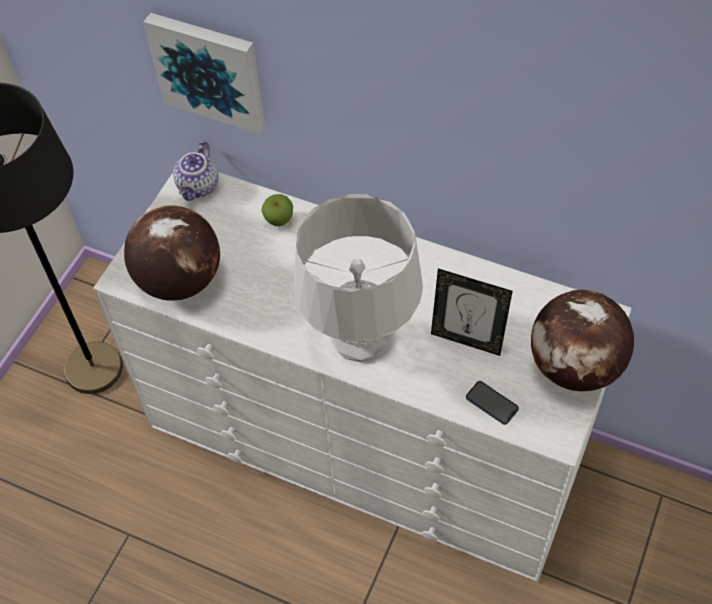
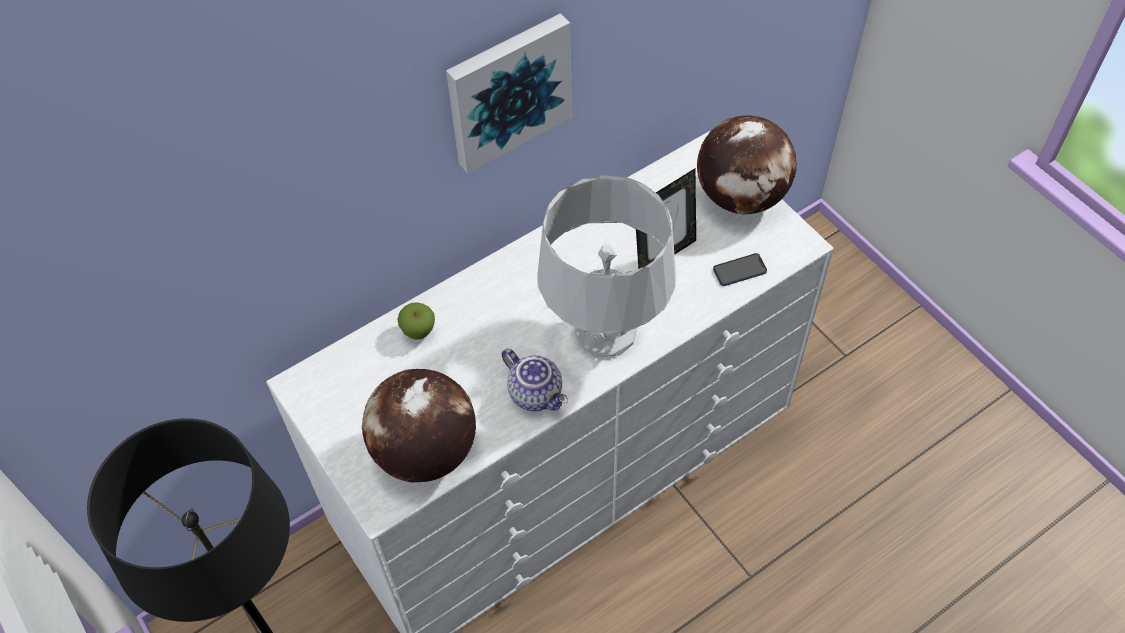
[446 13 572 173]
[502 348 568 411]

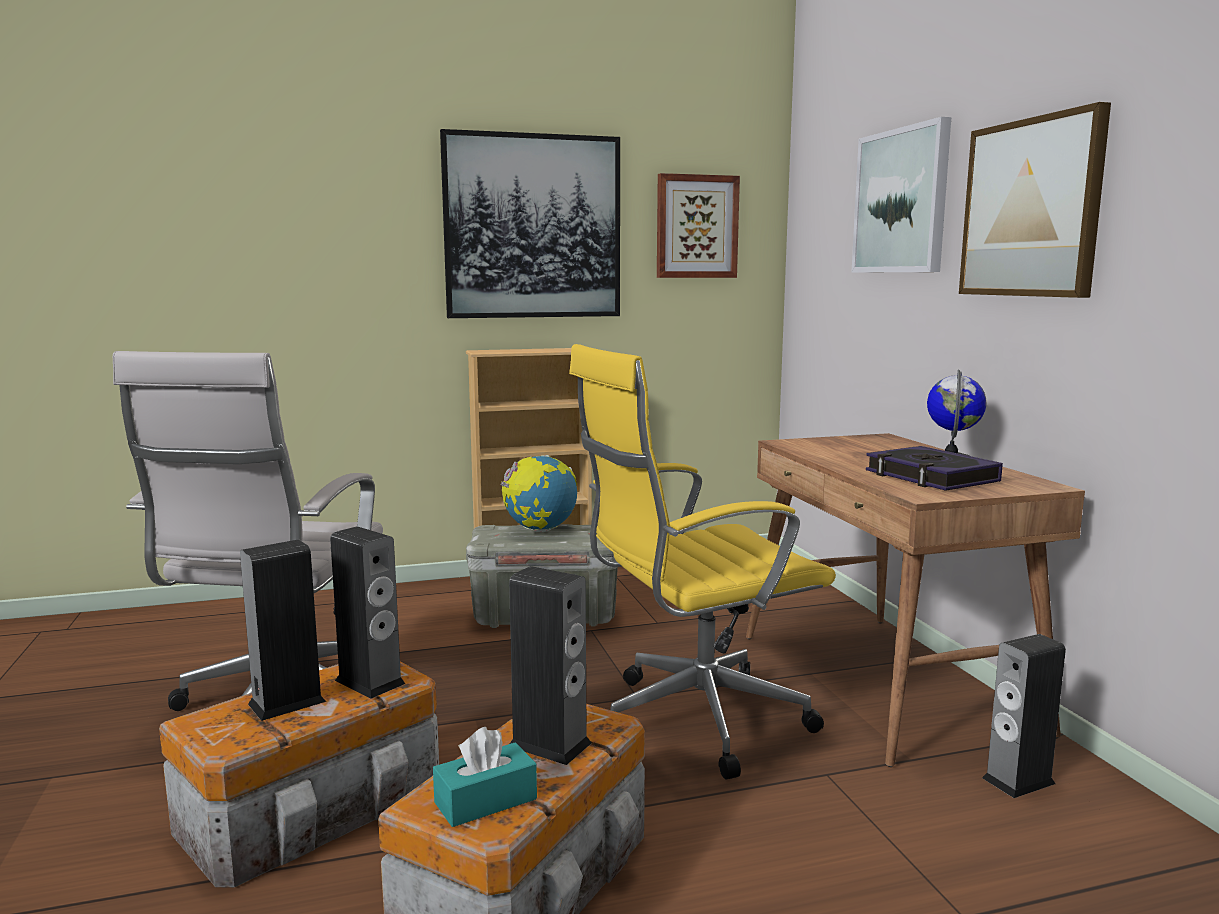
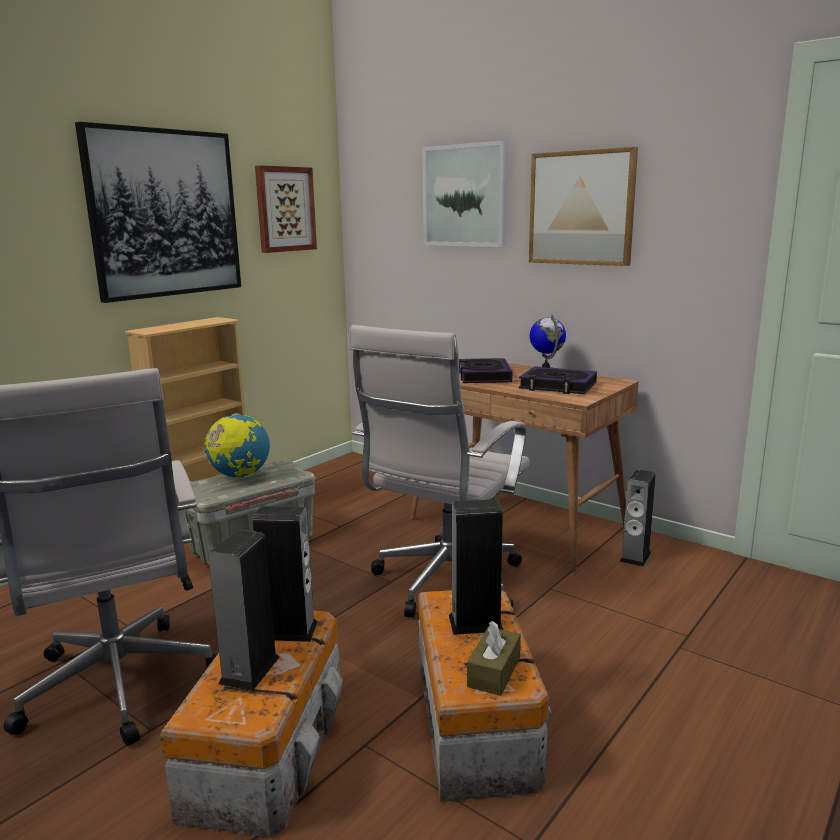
[349 325 530 618]
[459 358 512 383]
[467 621 521 696]

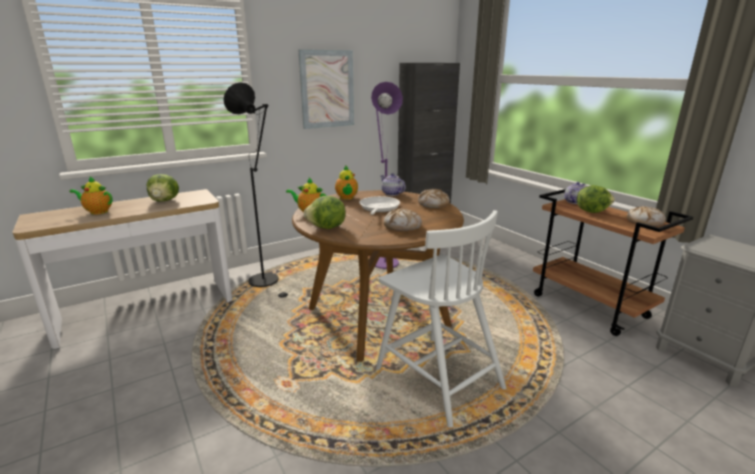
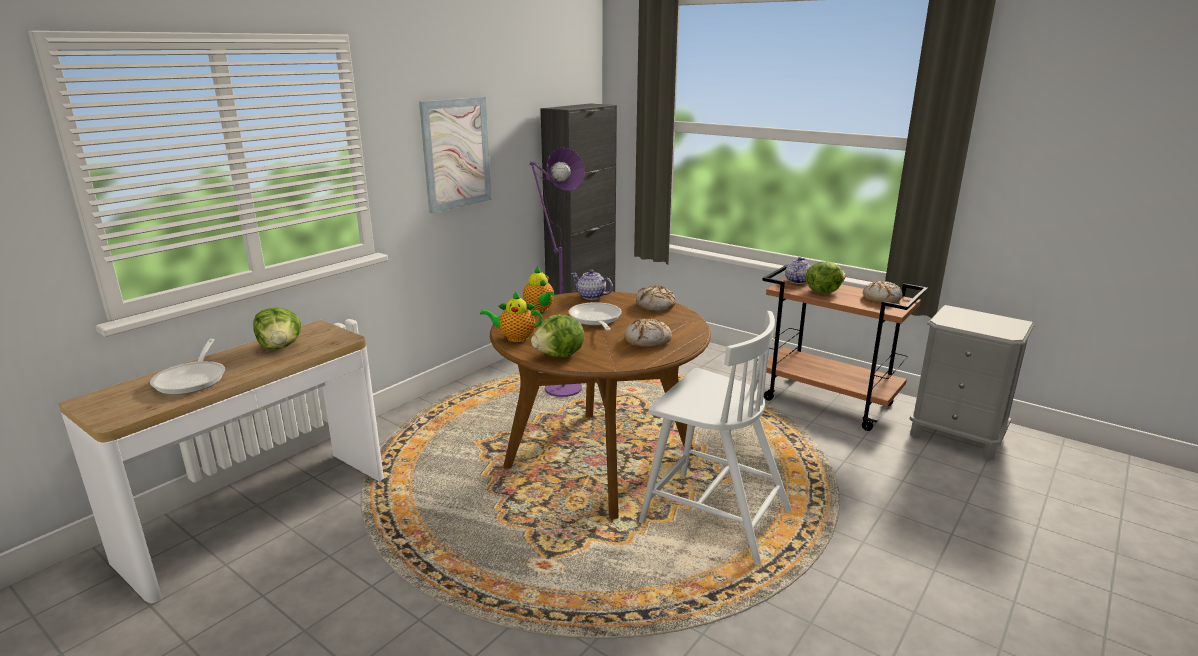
[150 339 225 395]
[223 82 288 298] (first image)

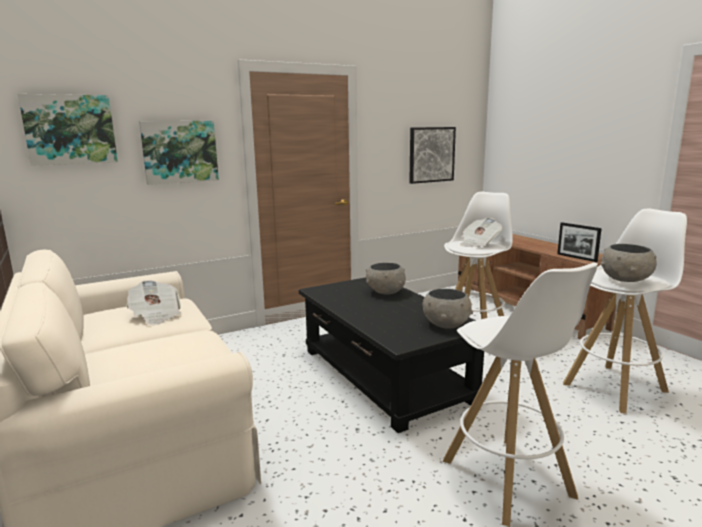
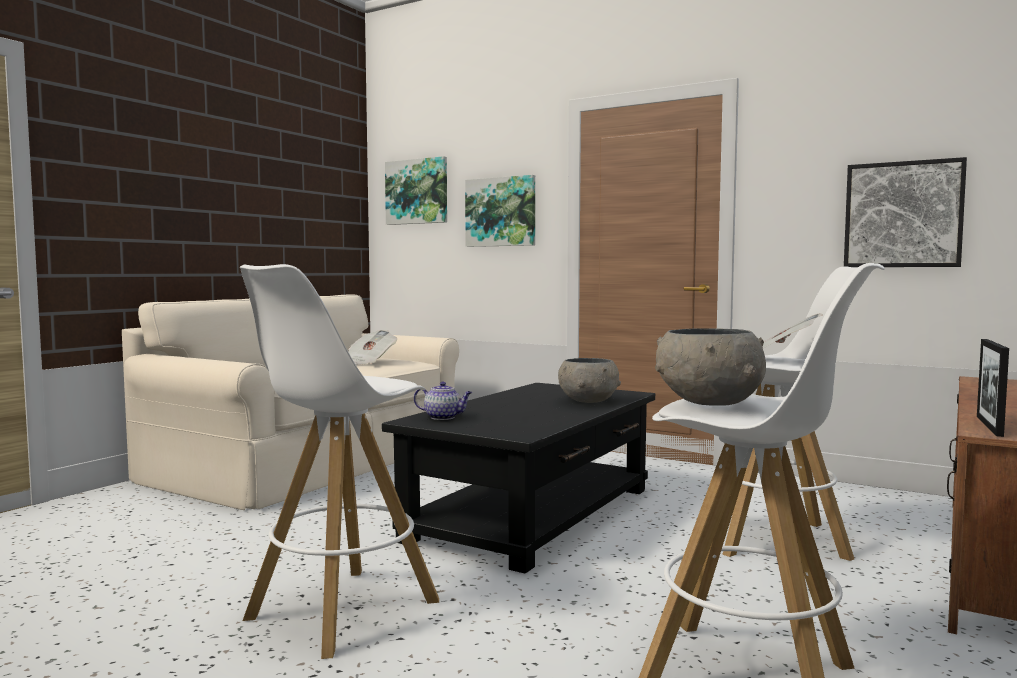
[414 382 472 420]
[423 289 473 329] (first image)

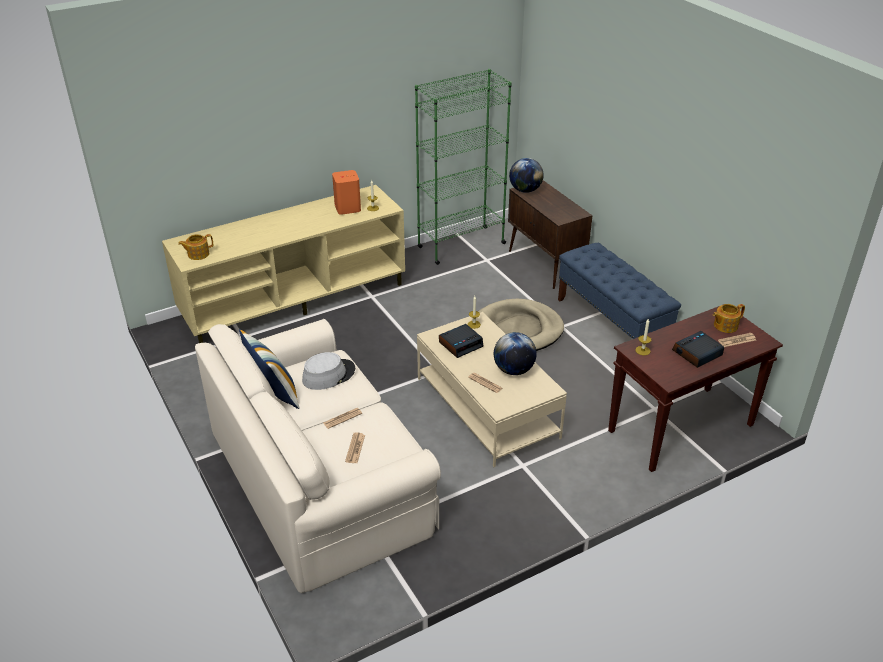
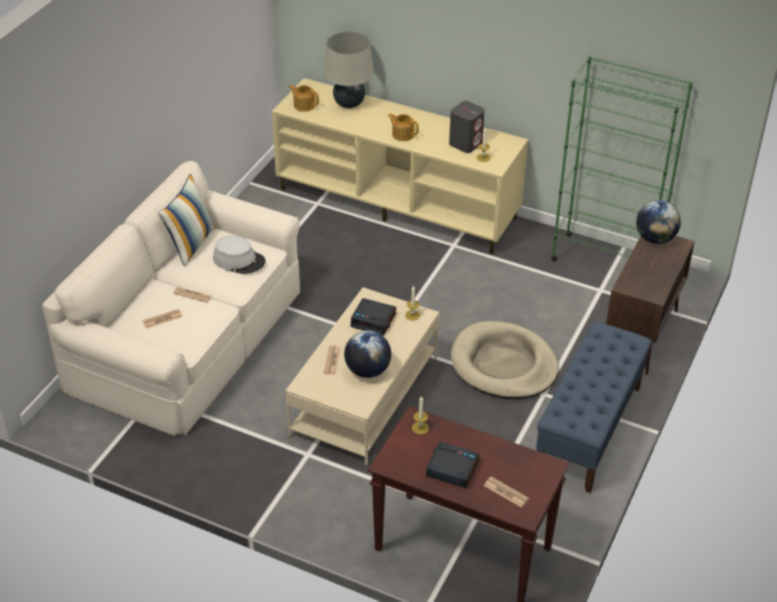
[324 31 374 108]
[387 113 419 141]
[449 101 485 153]

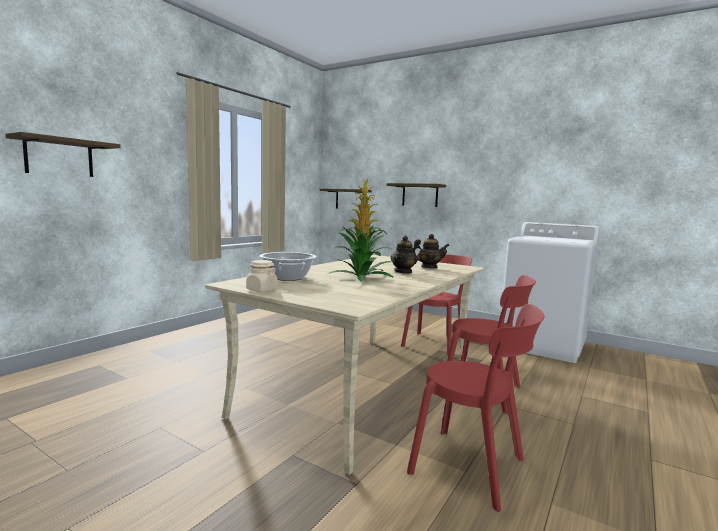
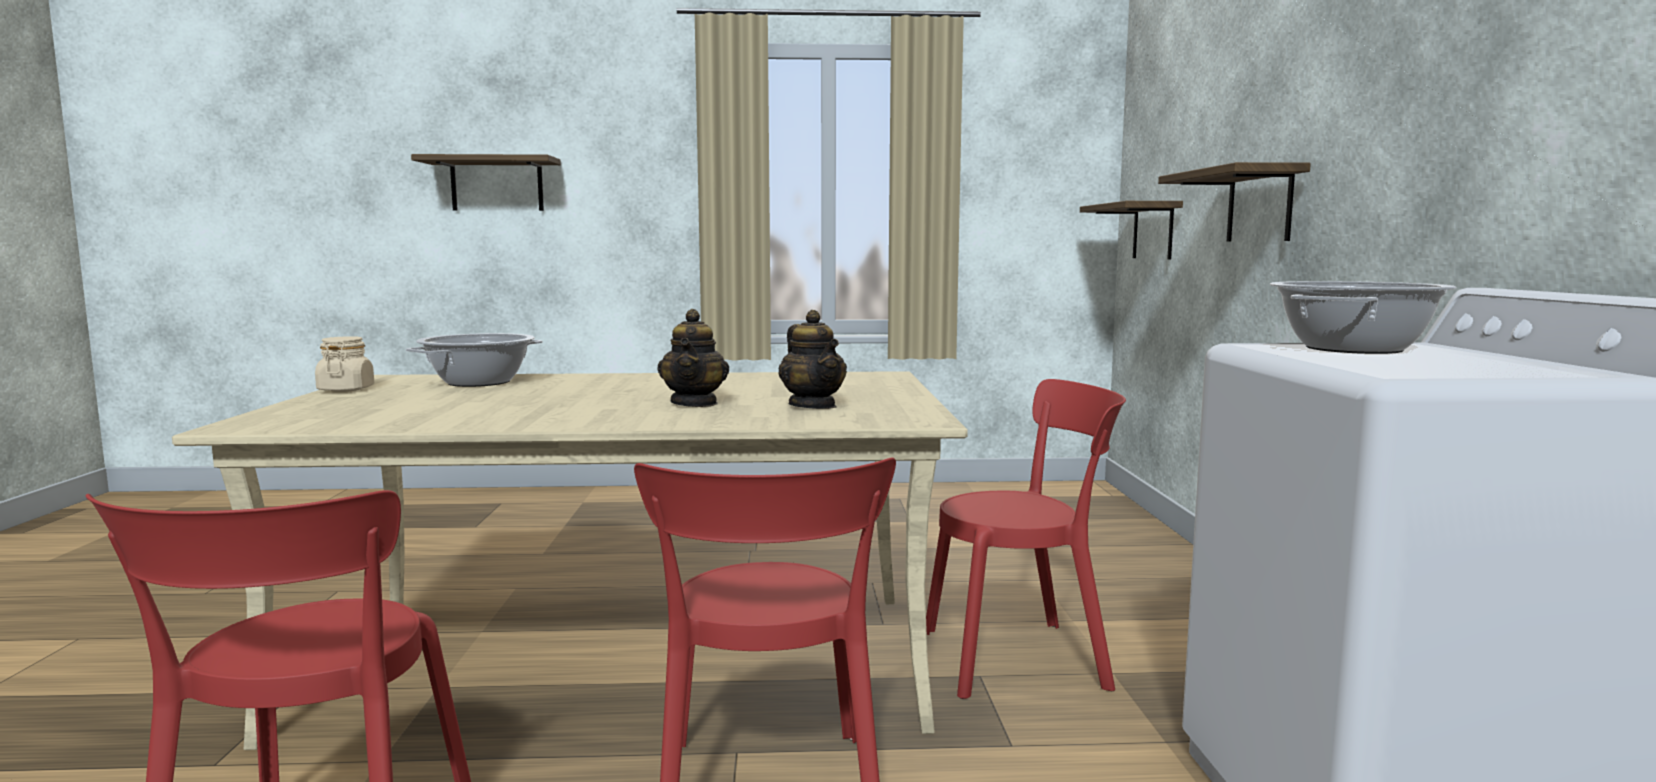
[657 309 729 407]
[1270 281 1457 354]
[328 179 394 282] (first image)

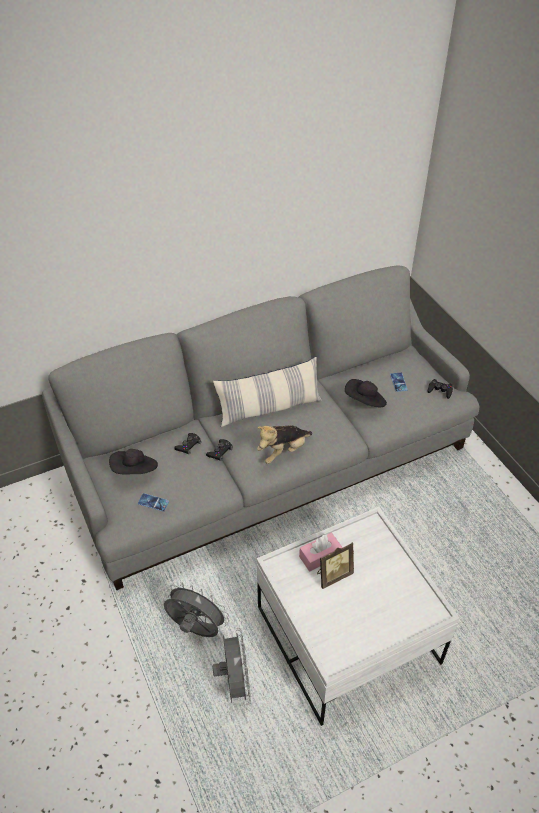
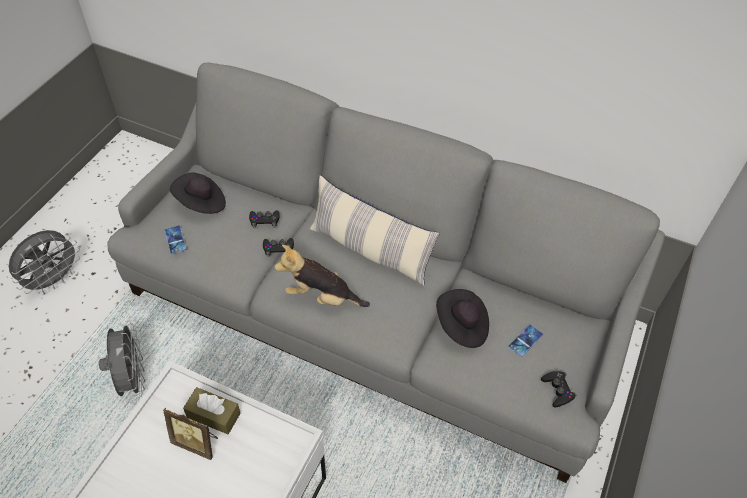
[9 230 80 294]
[183 387 240 434]

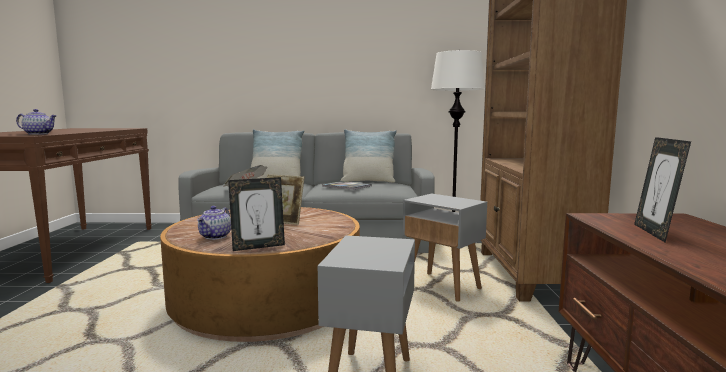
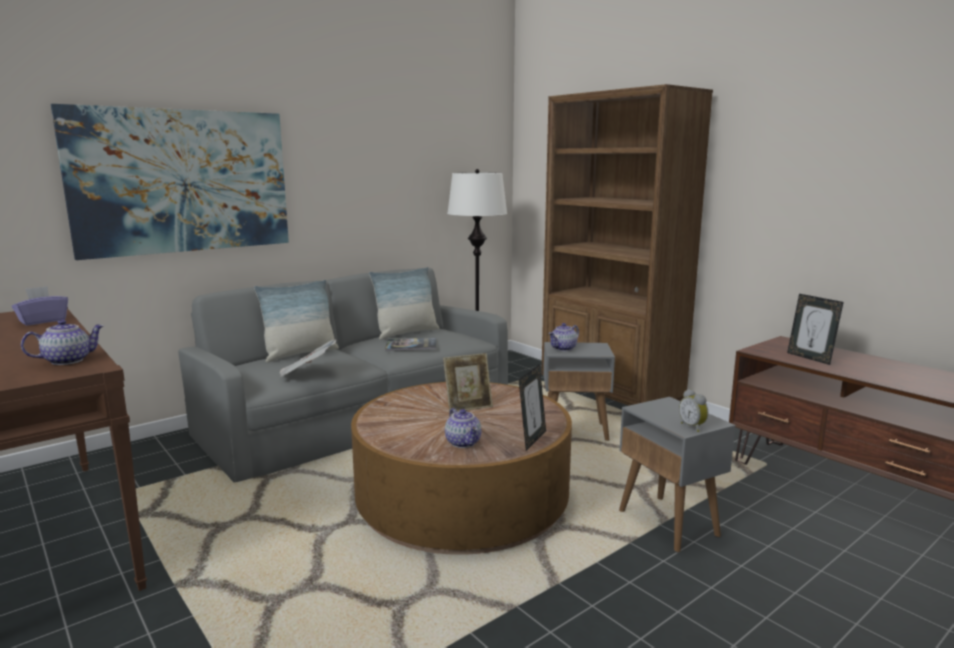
[12 286 68 326]
[51 104 289 260]
[548 323 579 351]
[679 389 708 432]

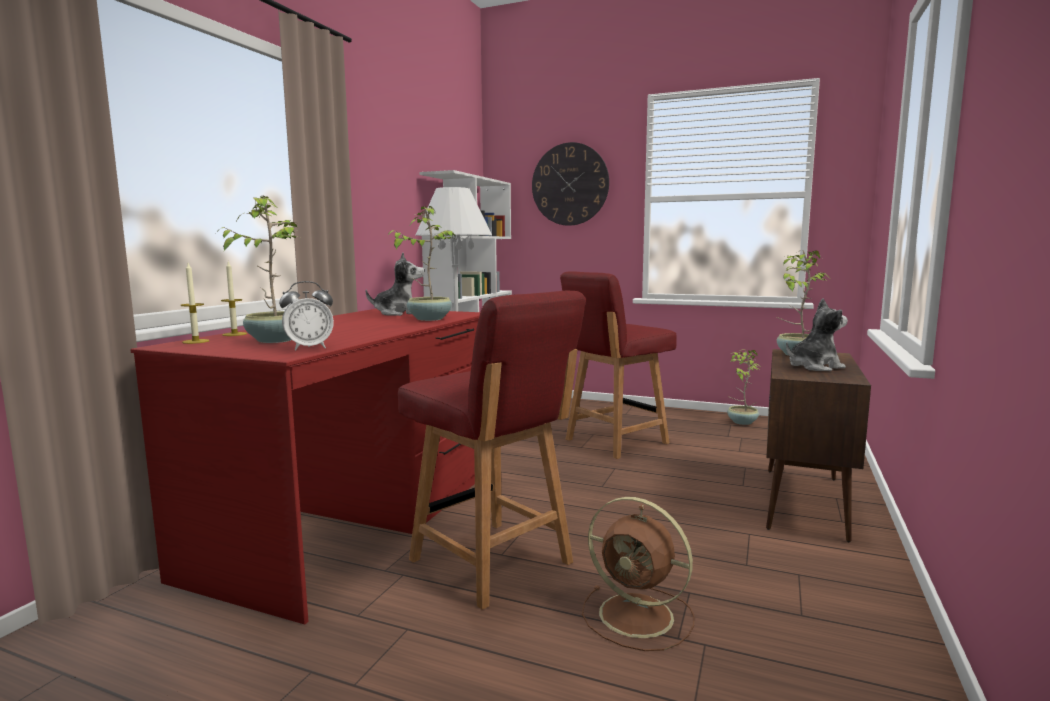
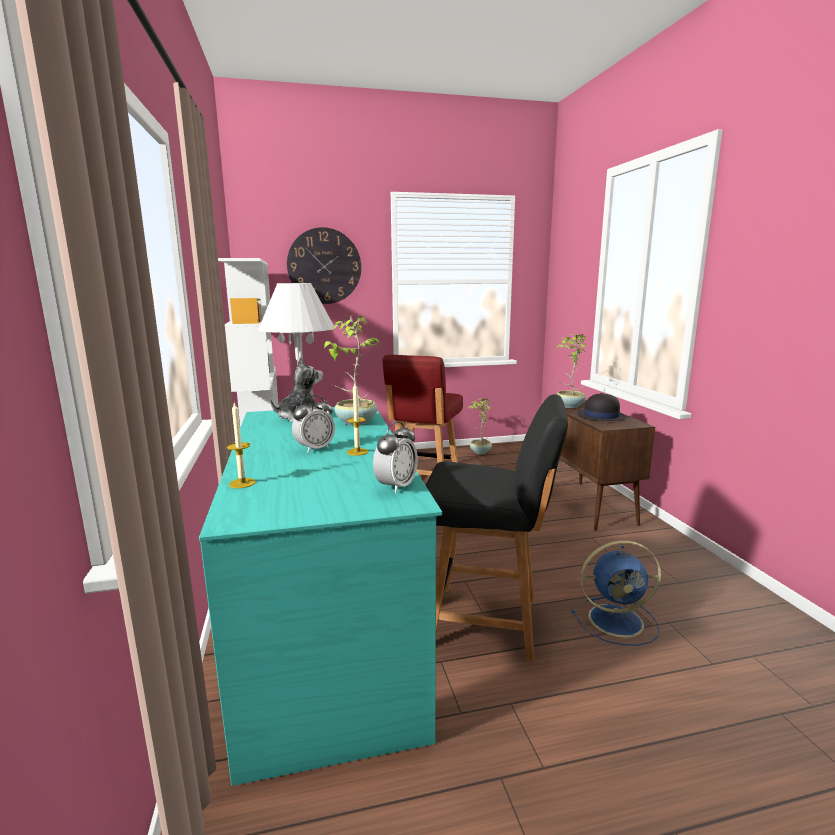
[199 407 442 786]
[292 395 335 453]
[346 383 369 456]
[426 394 568 662]
[572 540 661 645]
[577 393 626 421]
[216 195 297 343] (first image)

